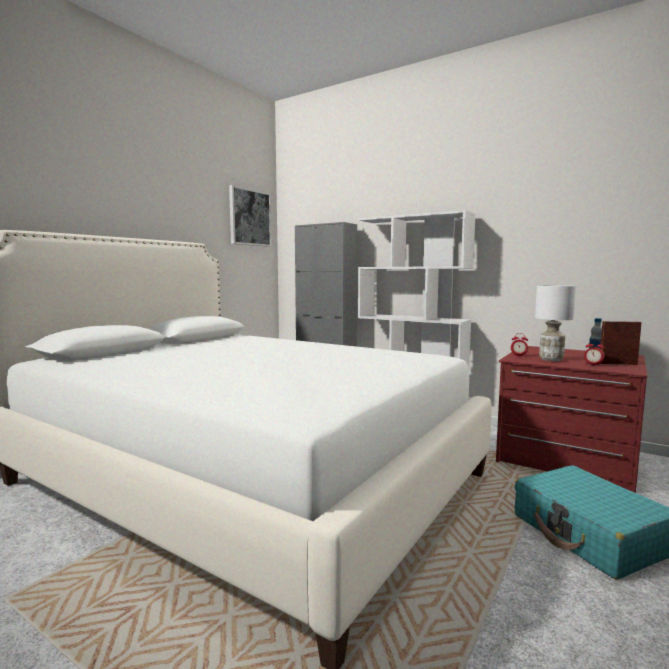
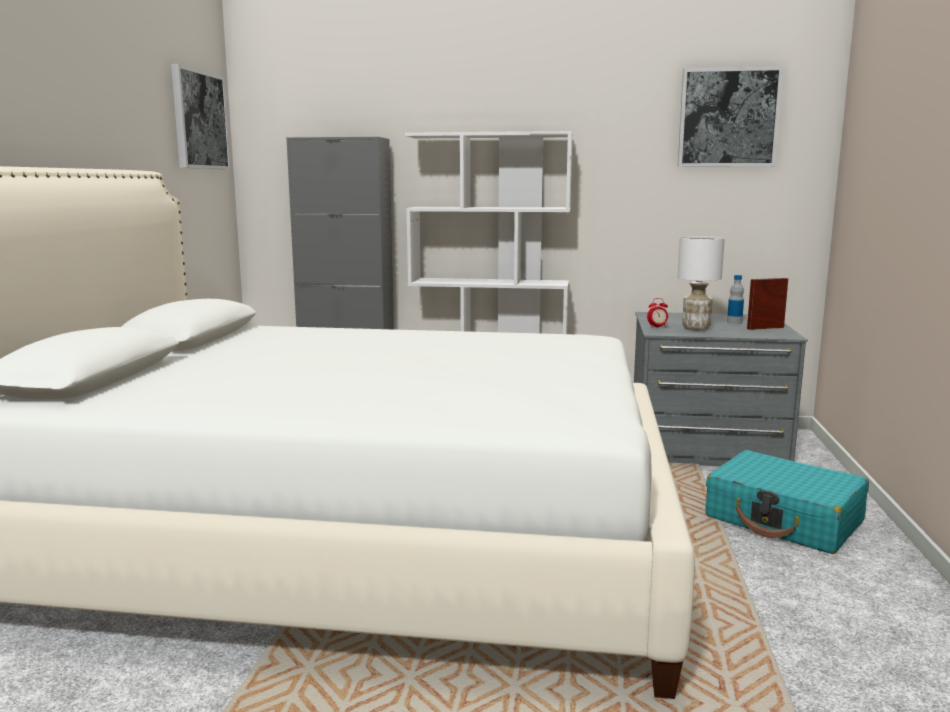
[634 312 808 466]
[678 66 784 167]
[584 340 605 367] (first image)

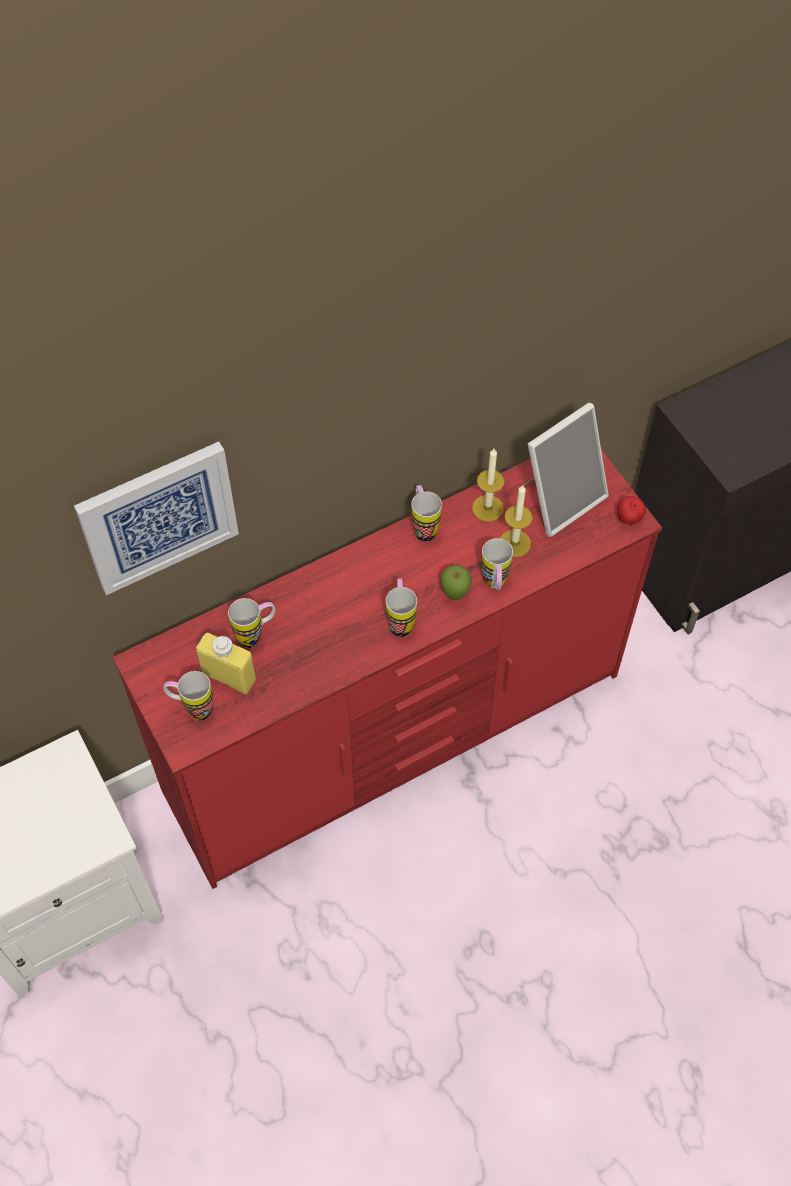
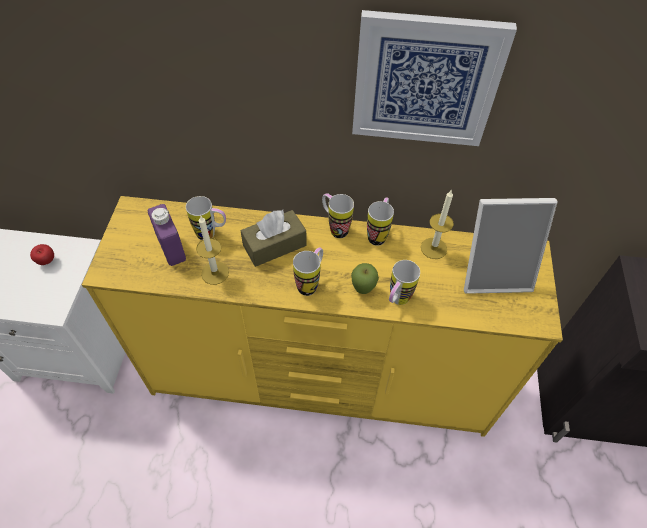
[30 244 54 265]
[82 196 563 437]
[148 204 186 266]
[196 216 229 285]
[241 210 307 267]
[322 193 354 238]
[352 10 517 146]

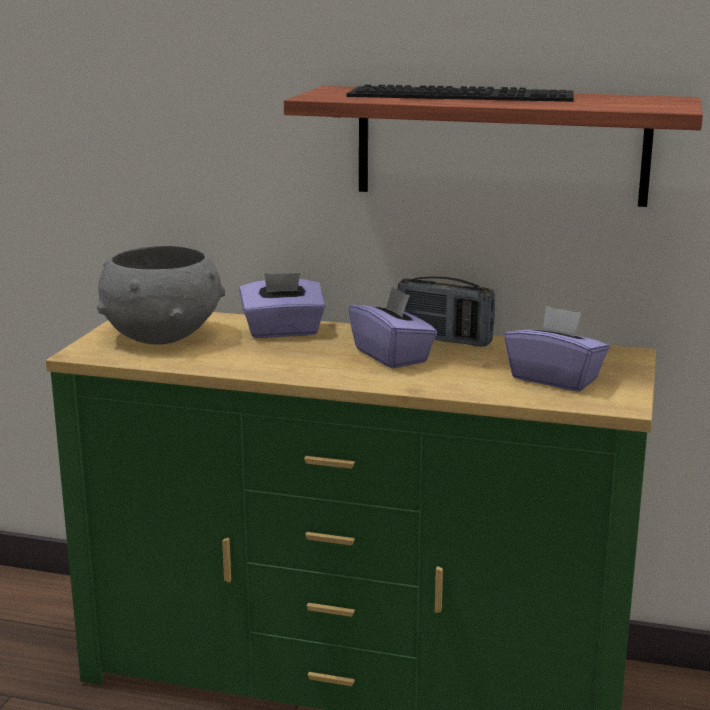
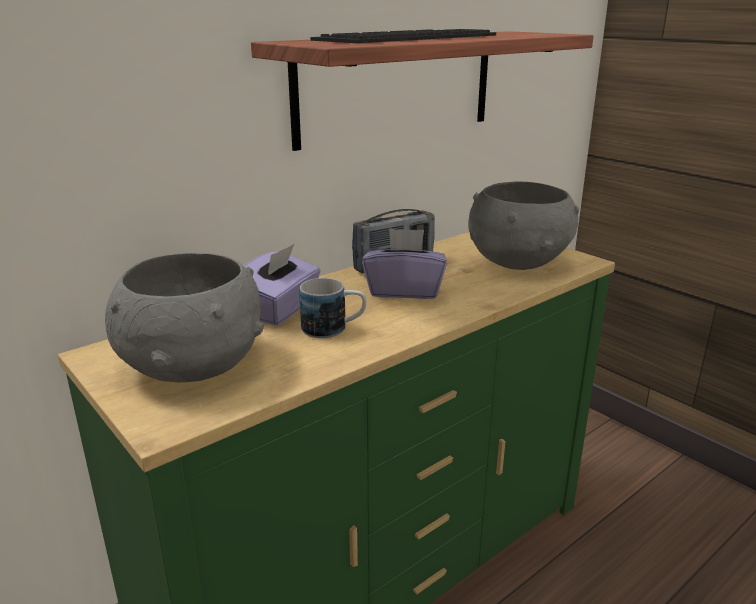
[299 278 367 338]
[468 182 579 270]

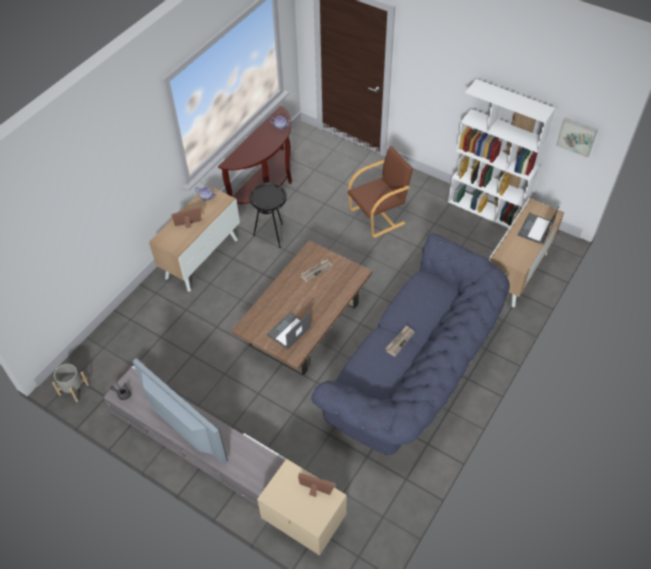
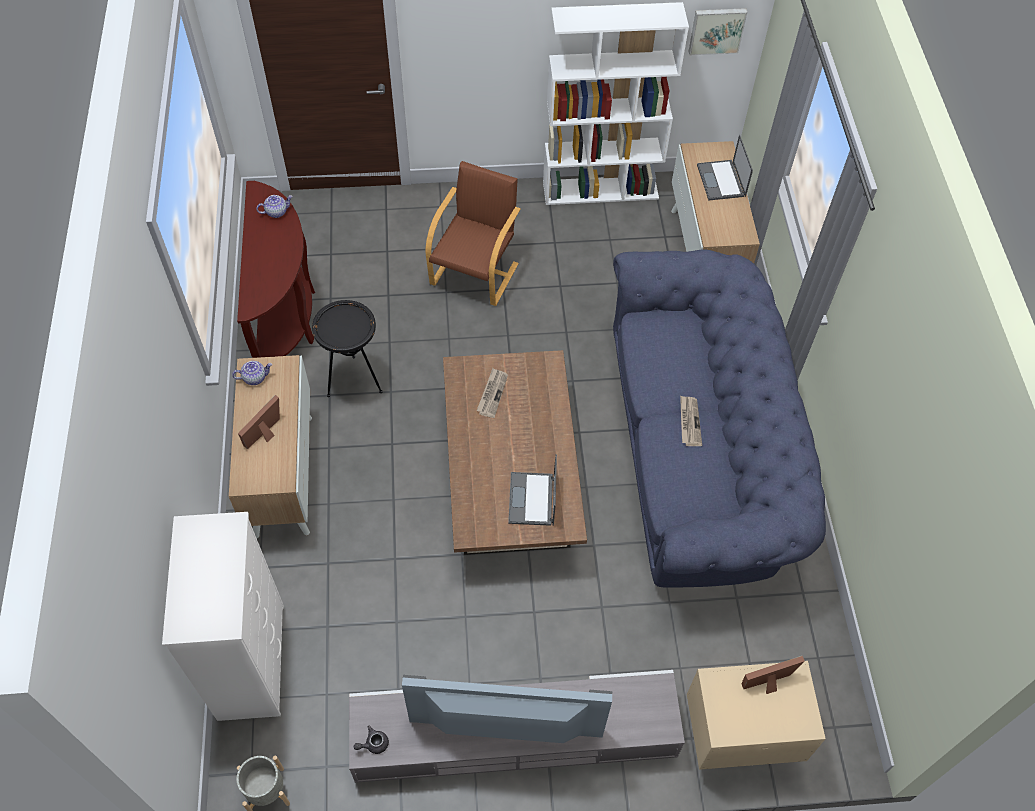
[162 512 284 721]

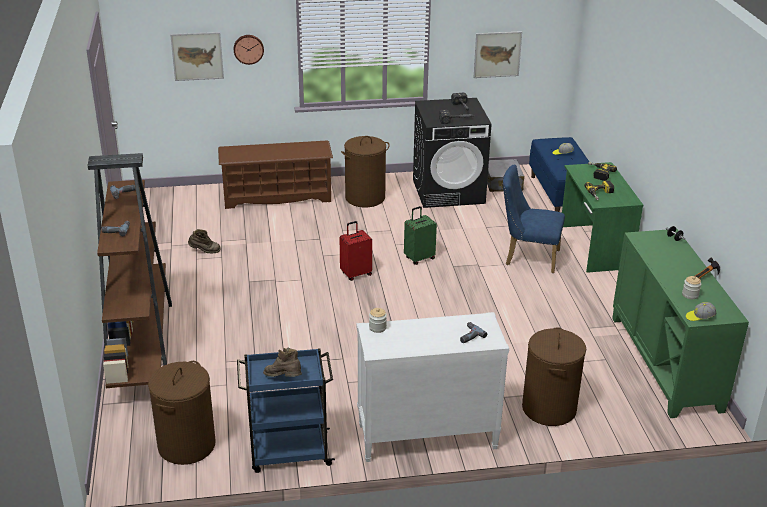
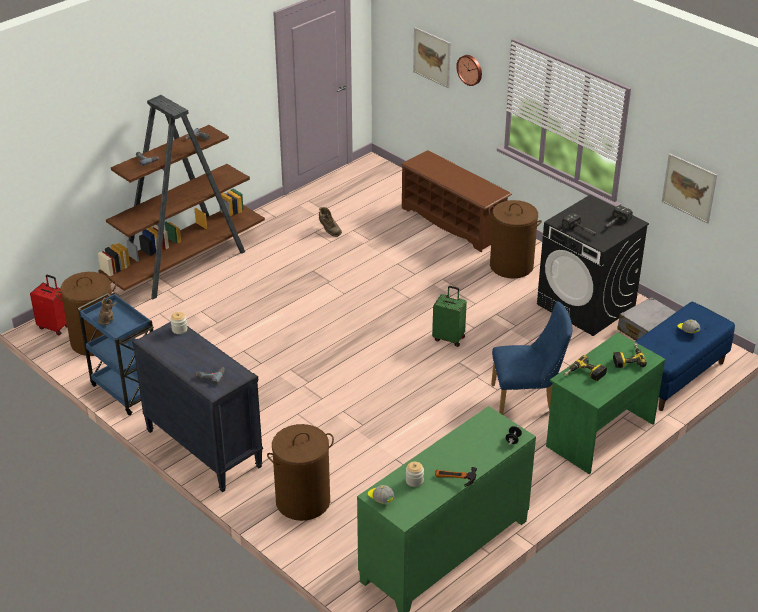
[30 275 67 335]
[132 322 263 492]
[491 301 573 415]

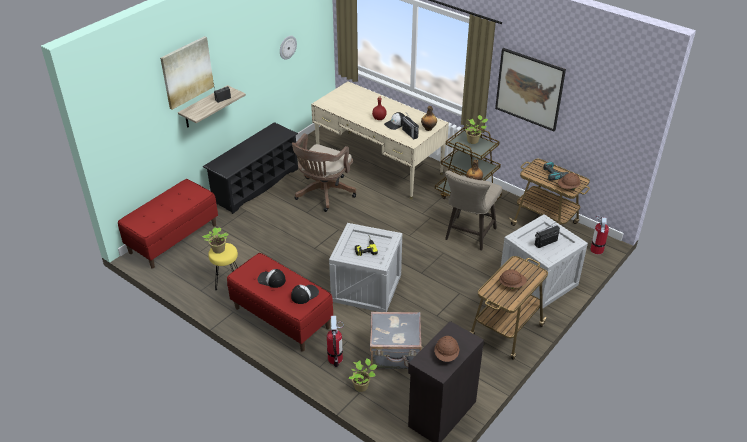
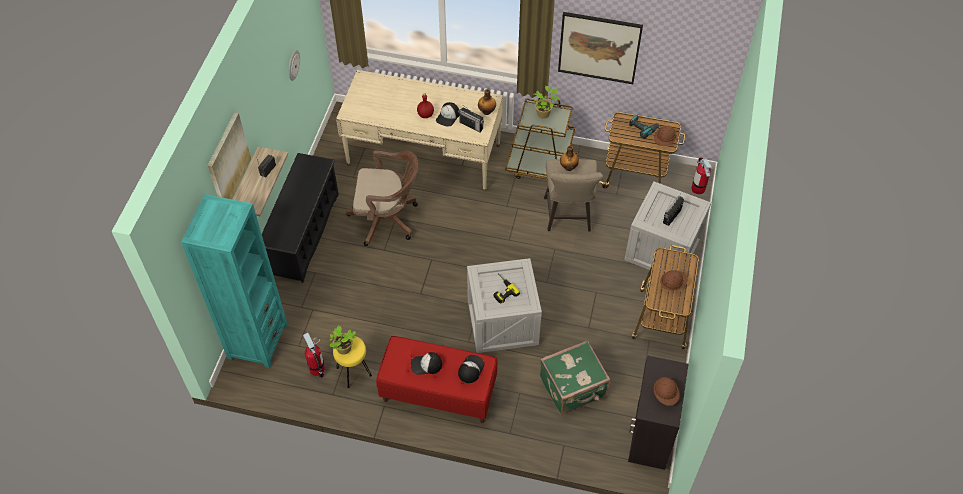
[181 194 287 368]
[303 333 325 378]
[346 150 418 246]
[540 340 610 414]
[349 358 377 392] (first image)

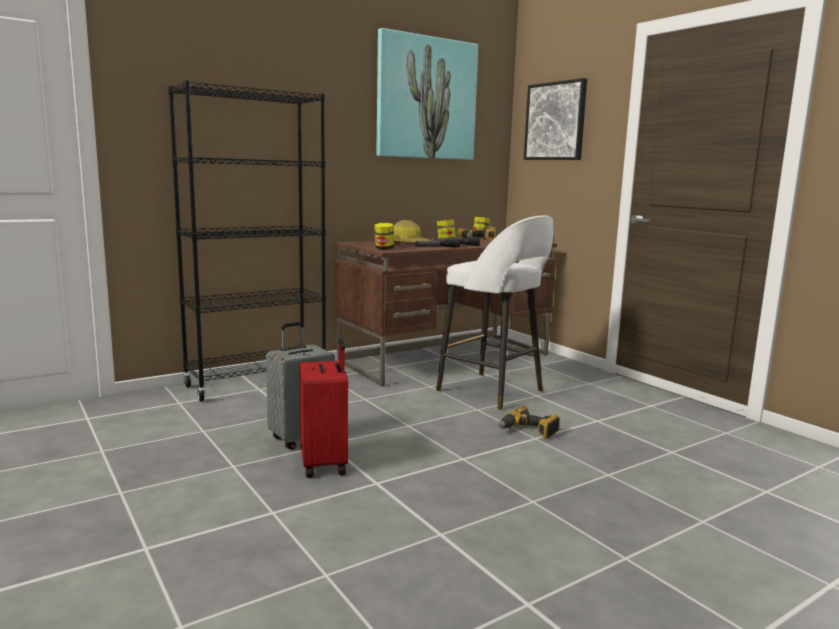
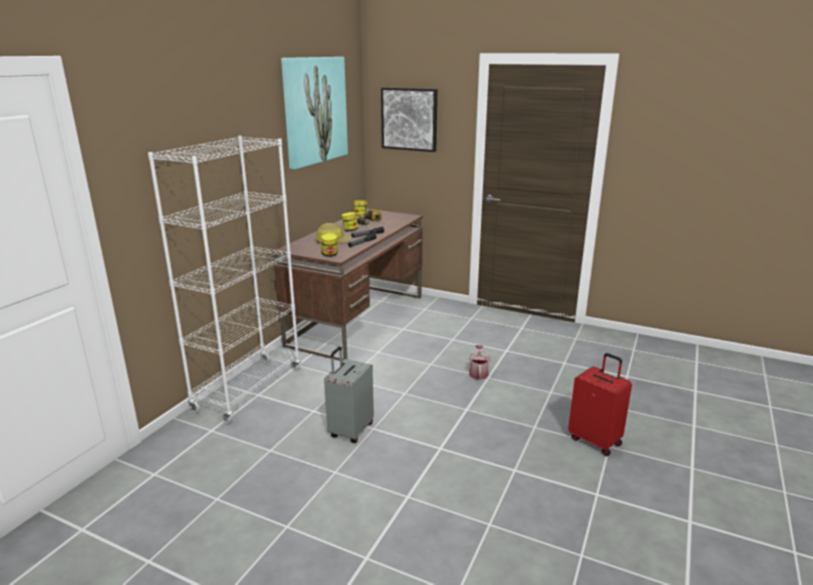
[148 136 300 423]
[469 345 490 380]
[568 353 632 456]
[436 215 554 410] (first image)

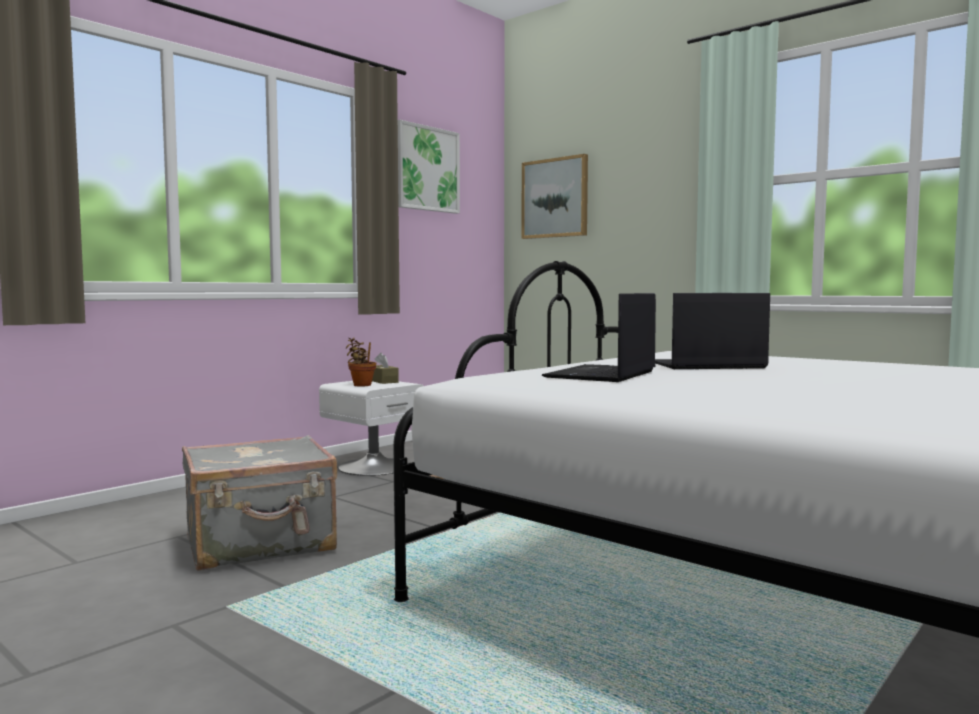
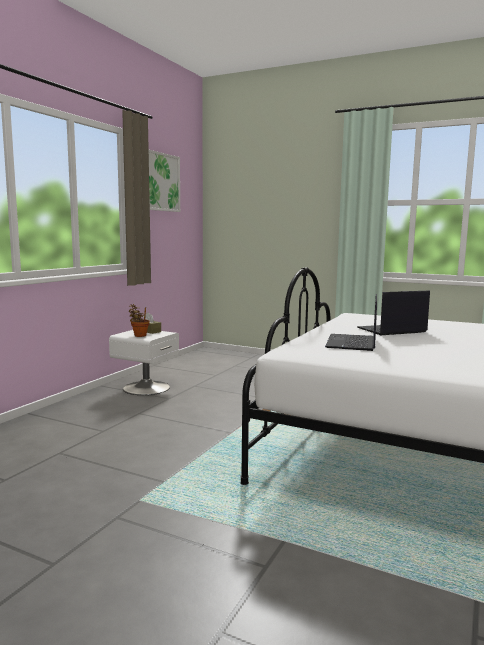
[182 435 337 571] (first image)
[521 154 588 239] (first image)

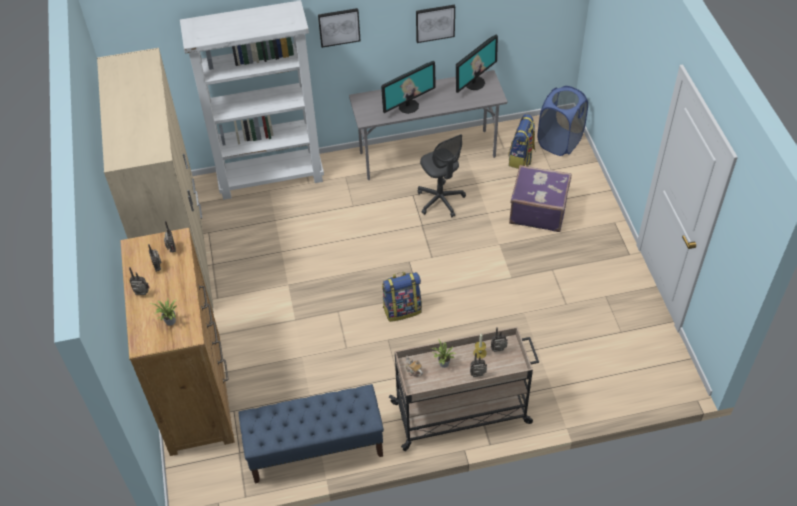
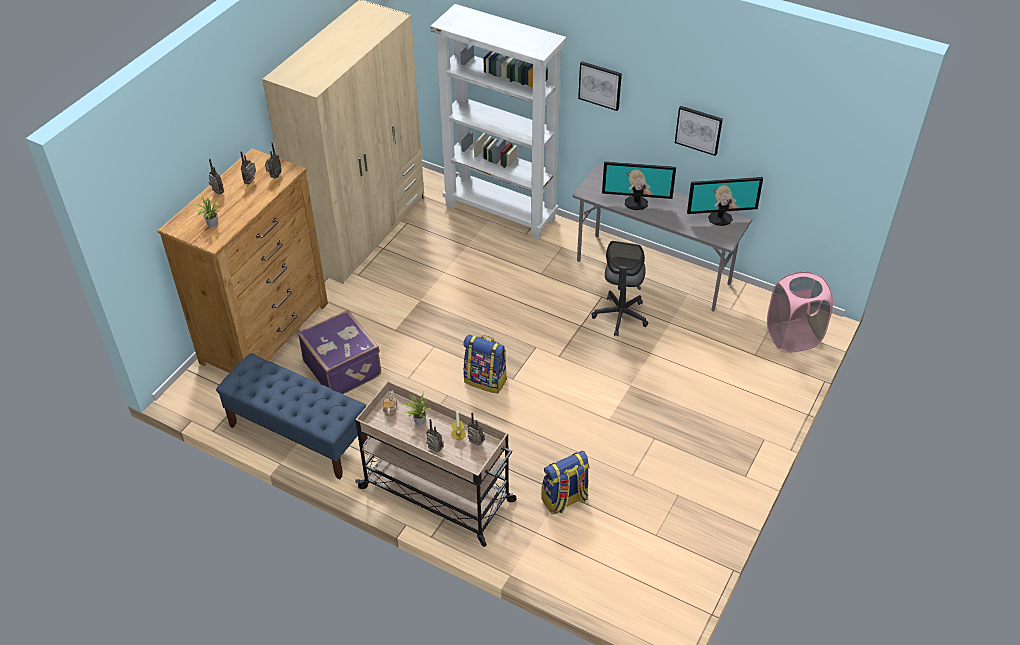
[298 310 381 394]
[541 451 590 514]
[767 271 833 353]

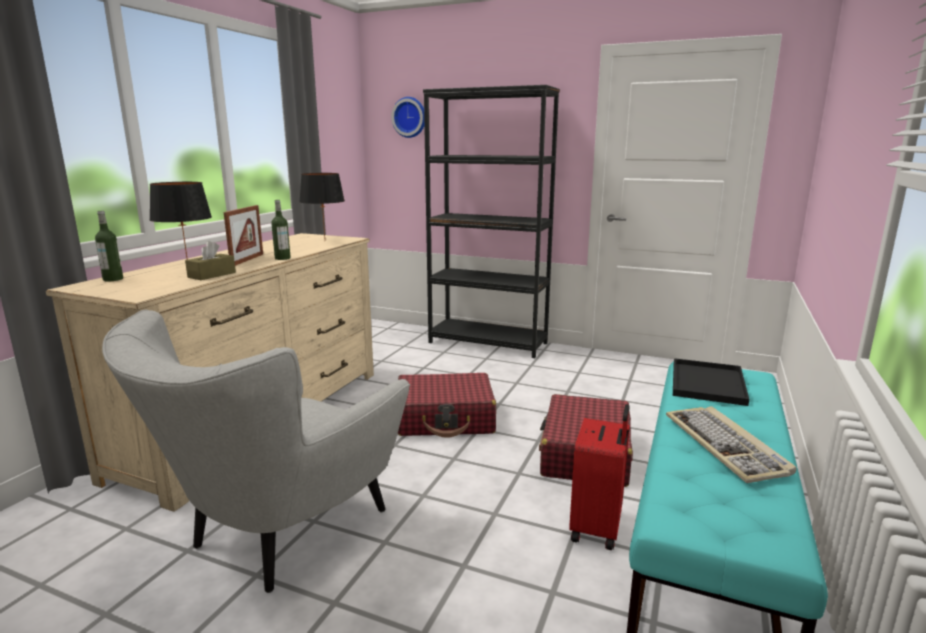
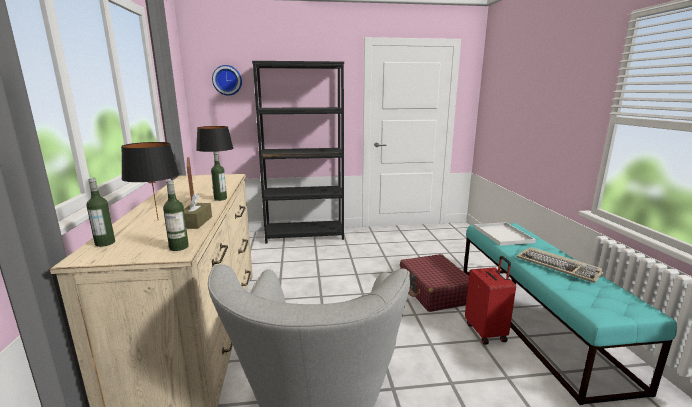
[163 180 189 251]
[474 222 536 246]
[398 373 496 438] (first image)

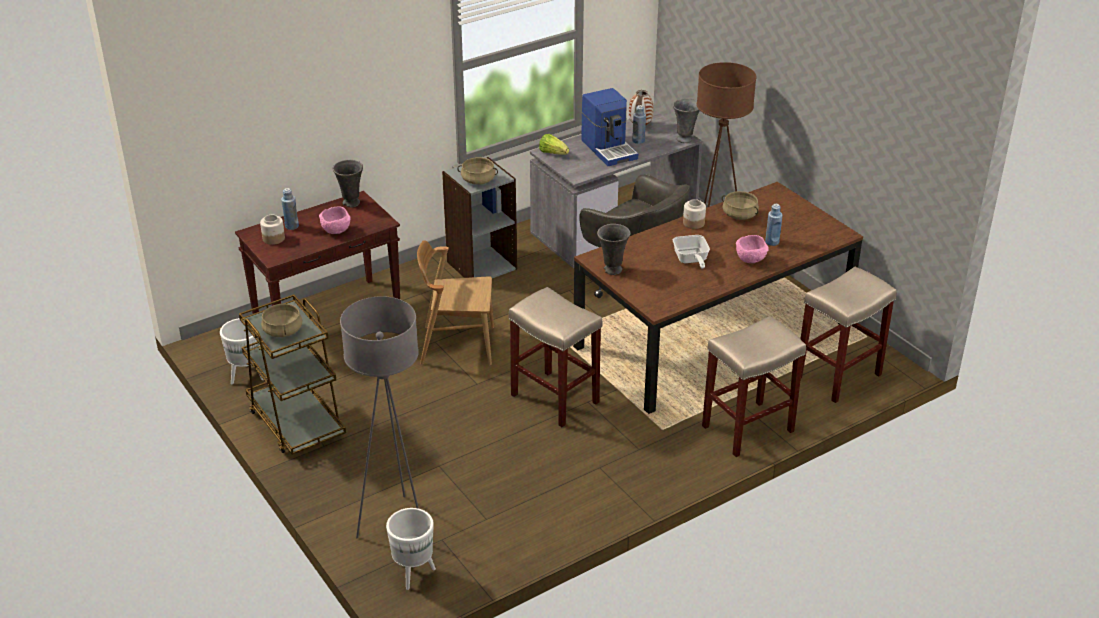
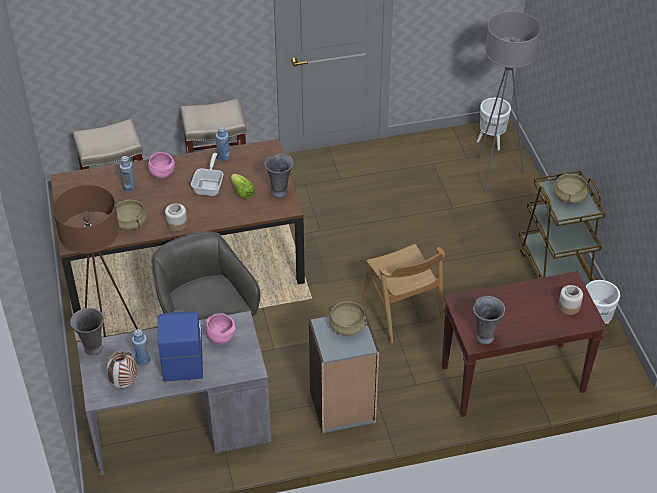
[206 313 236 344]
[216 126 230 161]
[231 174 255 199]
[363 244 445 344]
[509 287 602 427] (first image)

